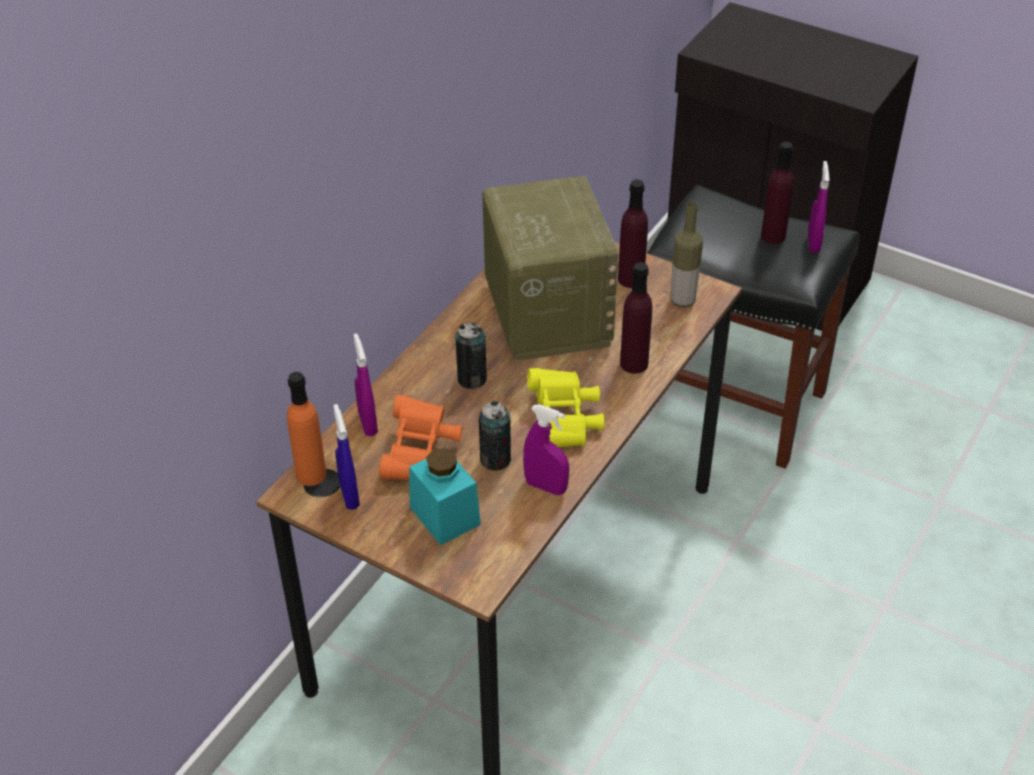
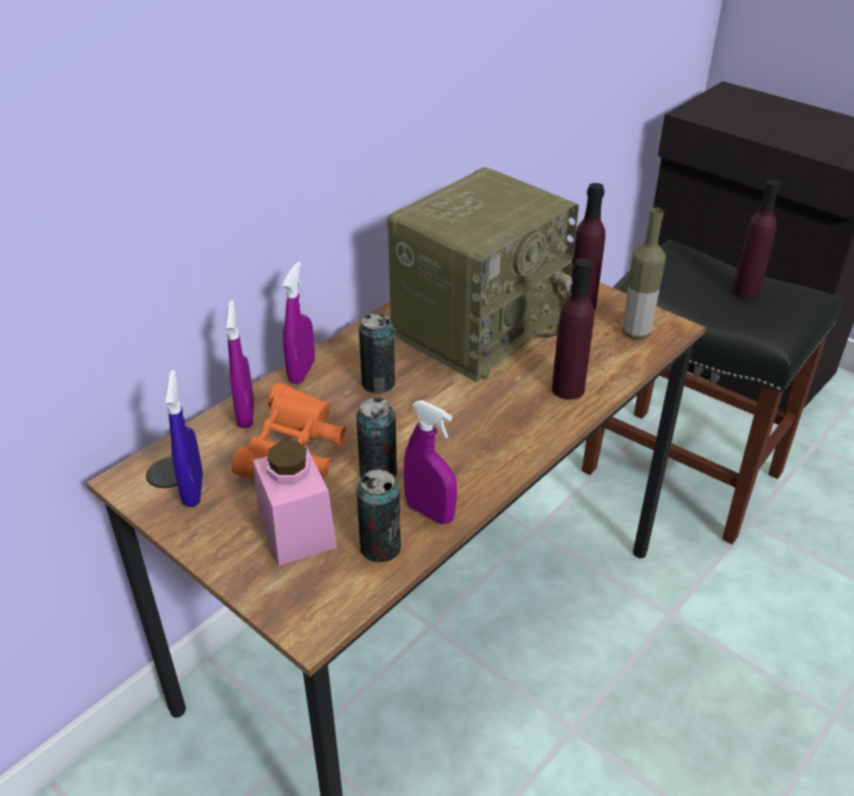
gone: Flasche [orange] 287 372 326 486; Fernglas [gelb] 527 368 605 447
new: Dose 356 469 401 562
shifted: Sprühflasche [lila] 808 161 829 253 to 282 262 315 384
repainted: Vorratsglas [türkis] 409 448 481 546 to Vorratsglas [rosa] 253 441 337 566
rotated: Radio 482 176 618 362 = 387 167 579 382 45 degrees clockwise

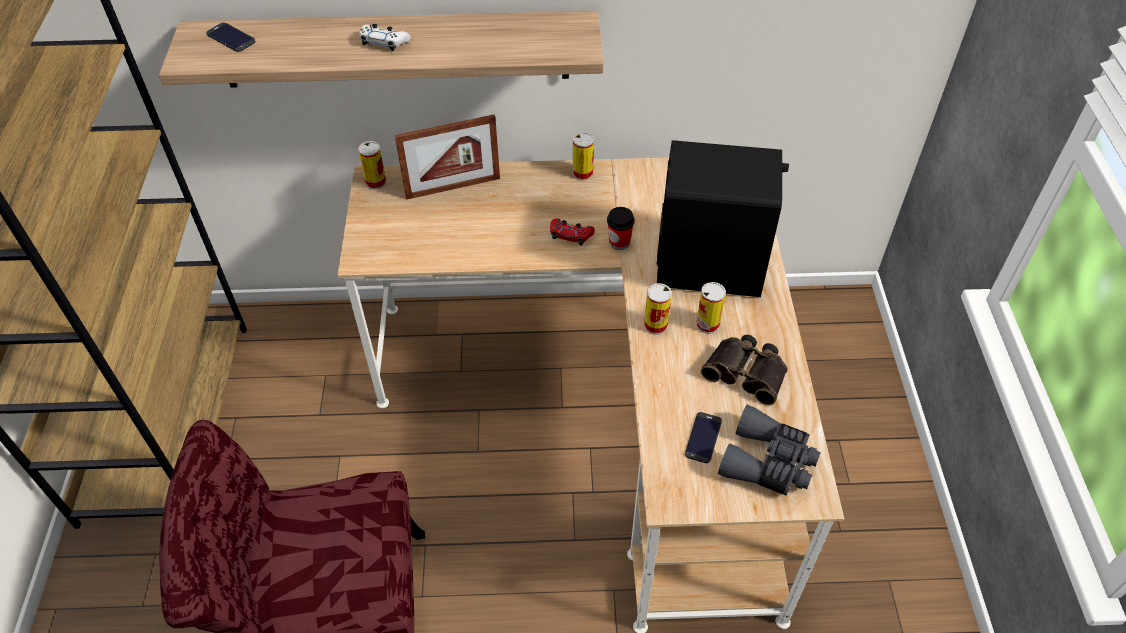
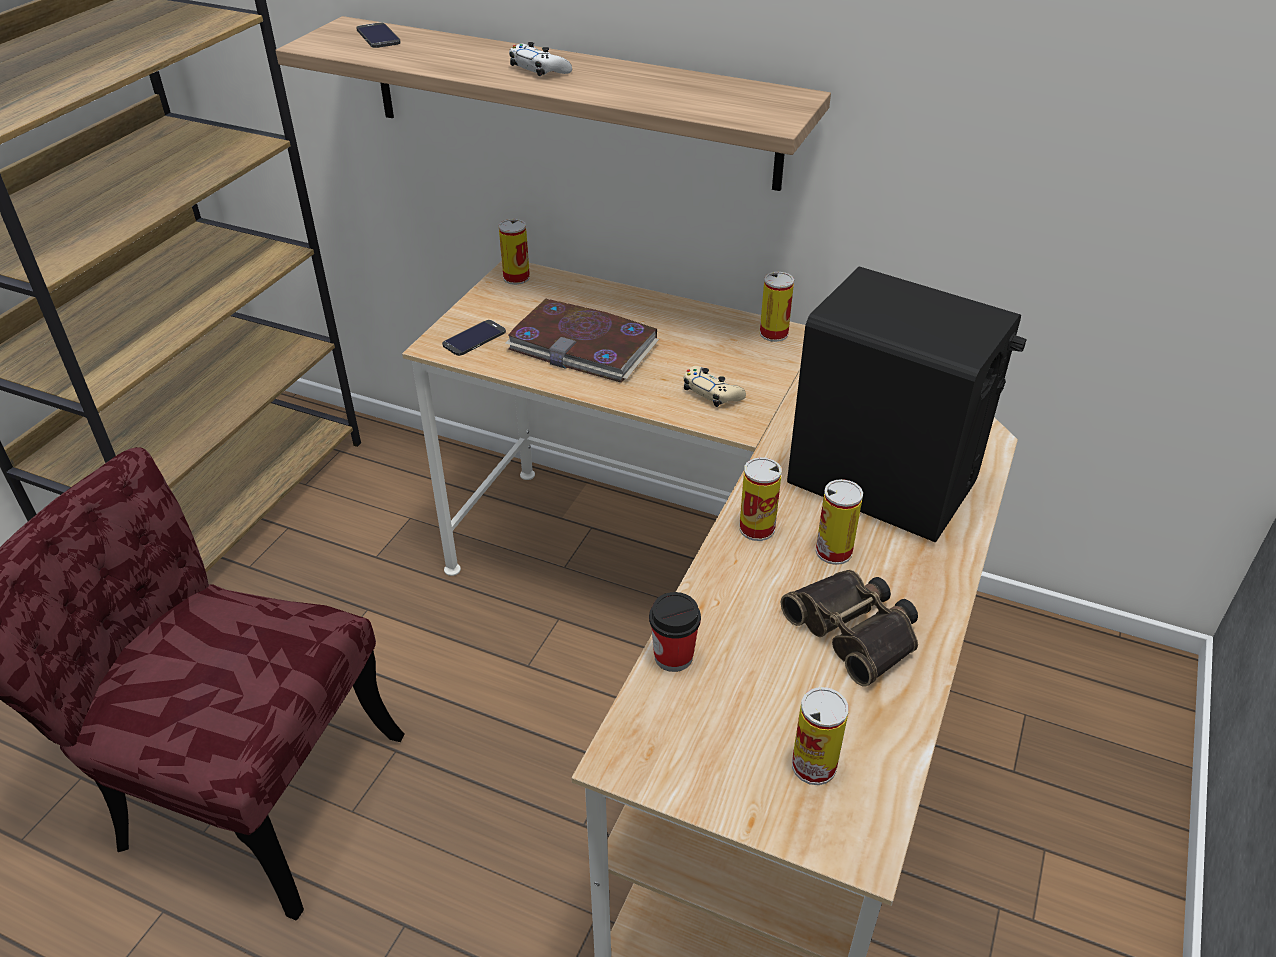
gone: Bilderrahmen 395 115 500 200
new: Buch 505 299 659 382
shifted: Handy 685 412 722 463 to 442 320 506 356; Tasse 607 207 635 250 to 649 592 701 672
swapped: Fernglas [grau] 718 405 821 495 to Dose 792 687 849 785
repainted: Gamepad [rot] 550 218 595 246 to Gamepad [beige] 683 366 746 407

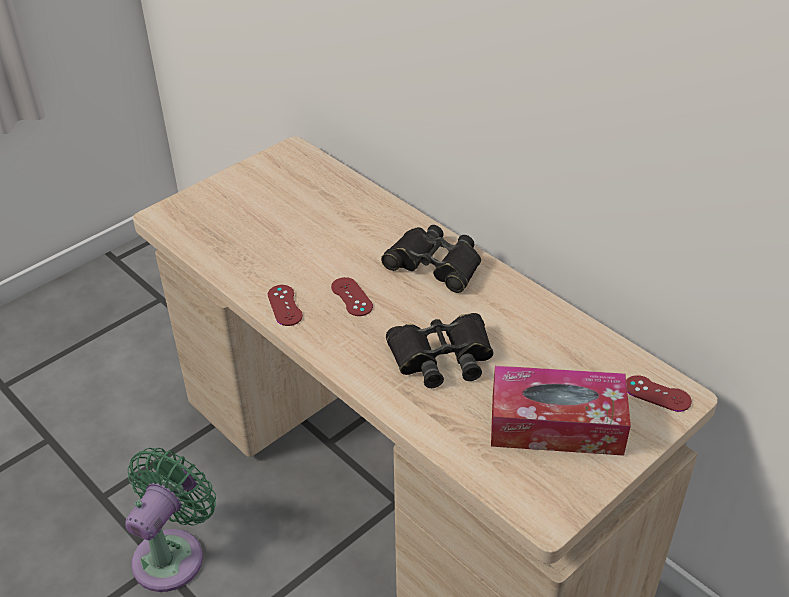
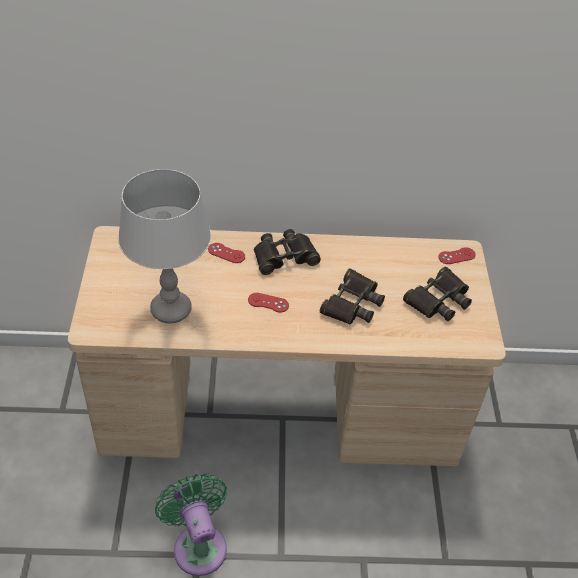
new: Tischlampe [grau] 118 169 211 324
shifted: Gamepad [rot] 268 285 303 326 to 208 243 245 263
swapped: Taschentuchbox 491 366 631 456 to Fernglas [schwarz] 403 267 472 321

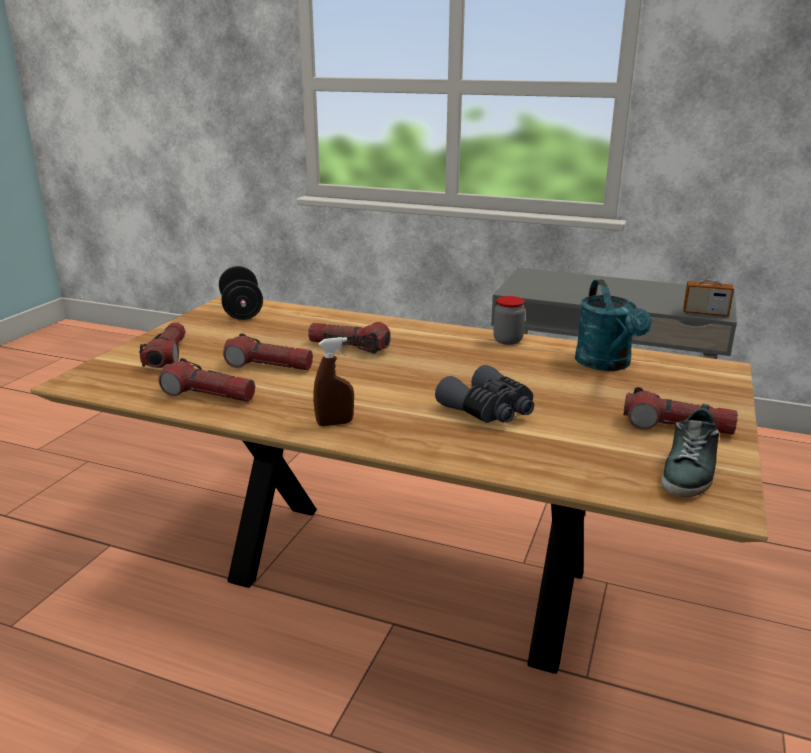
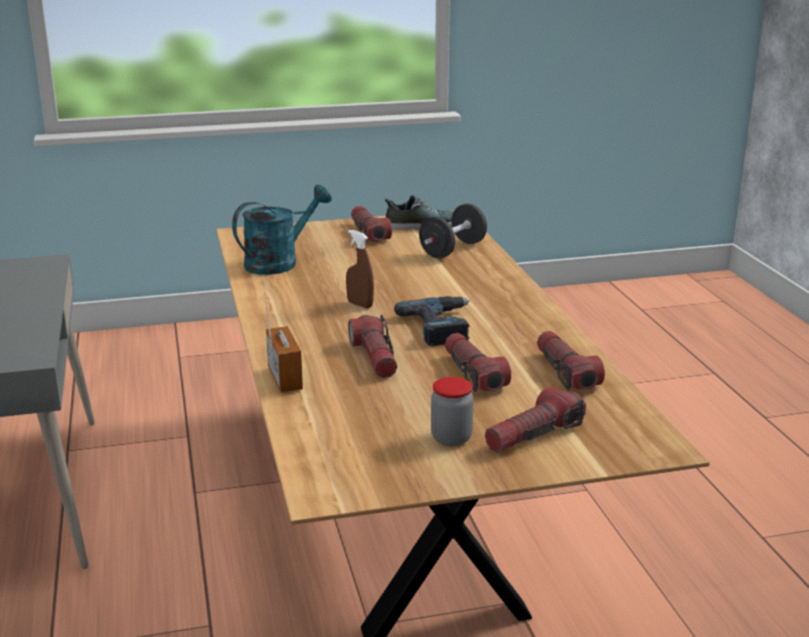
gone: Fernglas [grau] 435 365 534 423
new: Bohrmaschine 394 296 470 346
shifted: Radio 683 251 734 317 to 264 293 303 392; Sprühflasche [braun] 313 337 354 426 to 346 230 374 308; Hantel [schwarz] 219 266 263 320 to 419 204 487 259; Vorratsglas 493 296 525 345 to 431 377 474 446

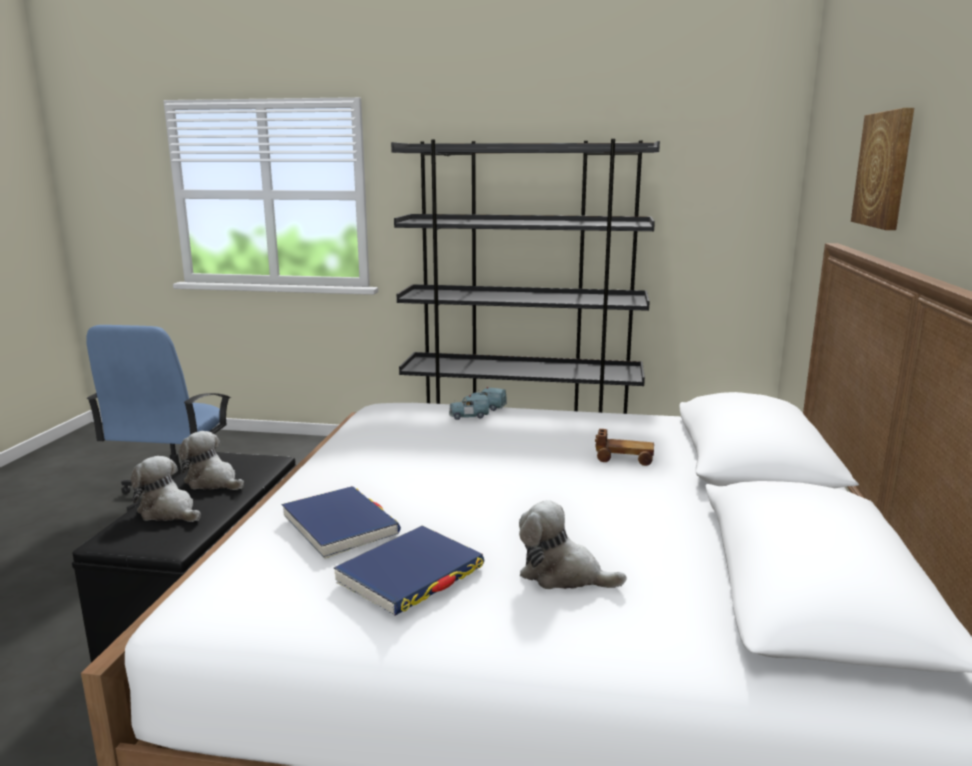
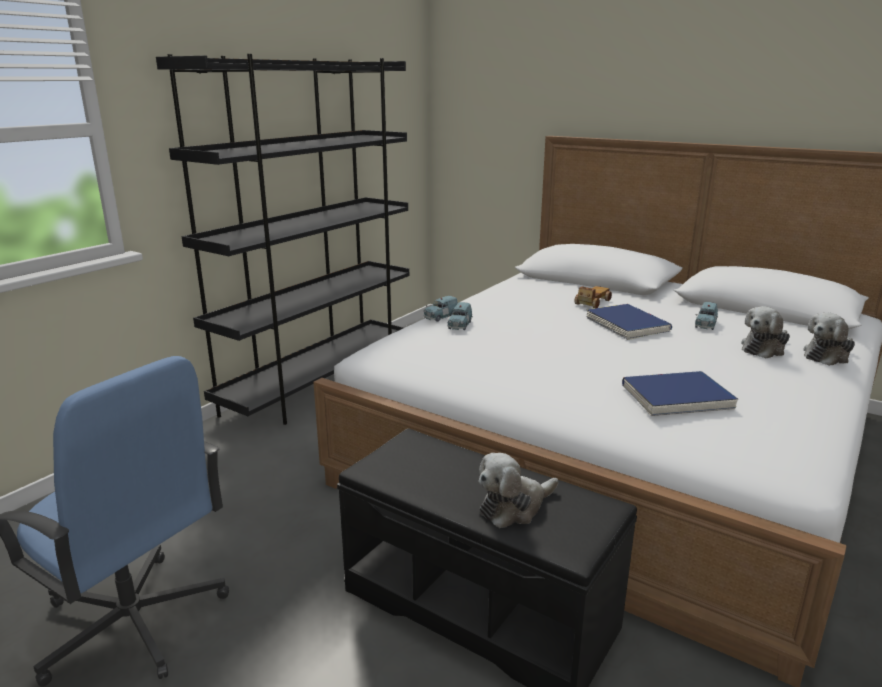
gone: Bild 851 108 914 230
new: Spielzeugauto [blau] 695 302 718 330
shifted: Buch [blau] 334 526 484 616 to 587 304 672 340; Plüschtier 179 431 244 490 to 803 313 855 366

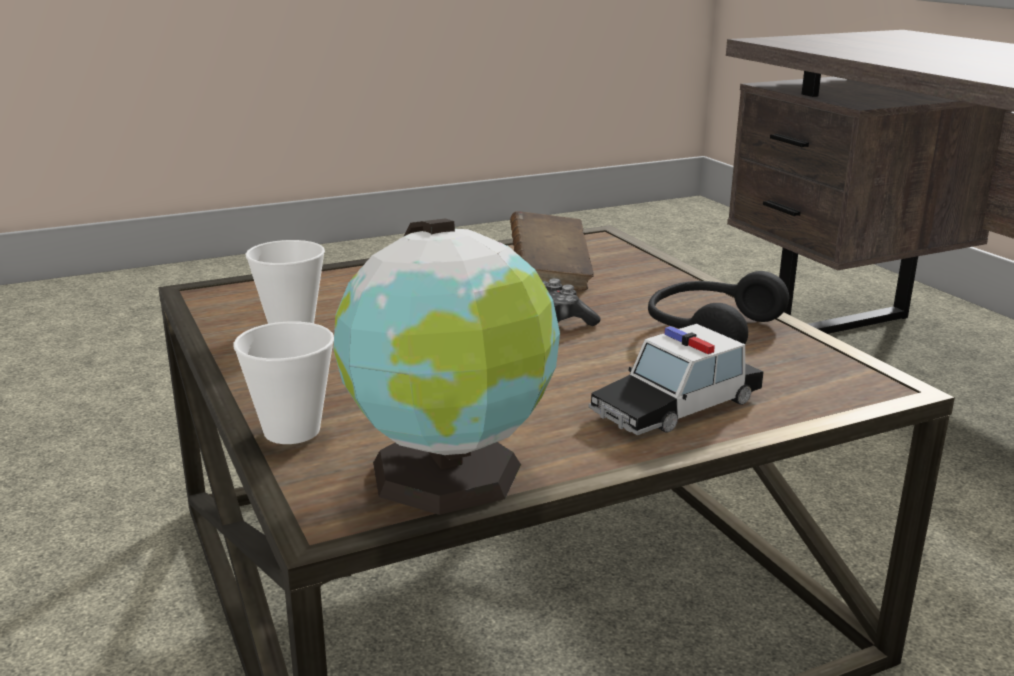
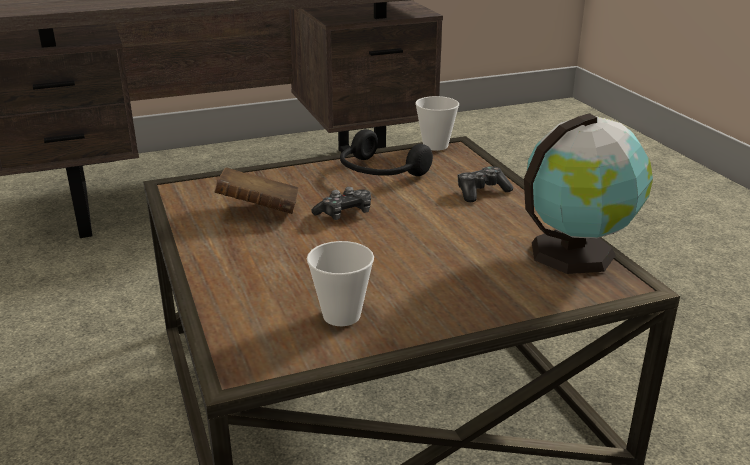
shifted: Tasse 233 322 334 444 to 415 96 459 151
swapped: Spielzeugauto 588 324 764 435 to Gamepad 457 166 513 203

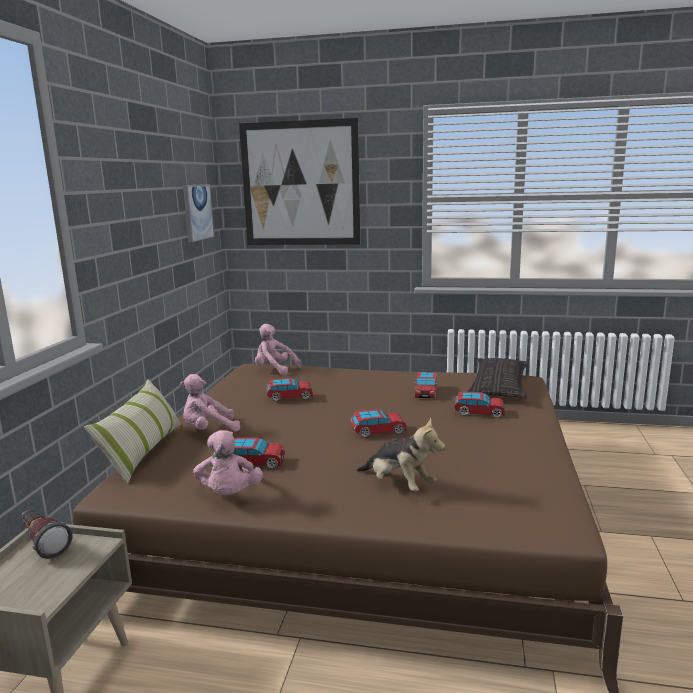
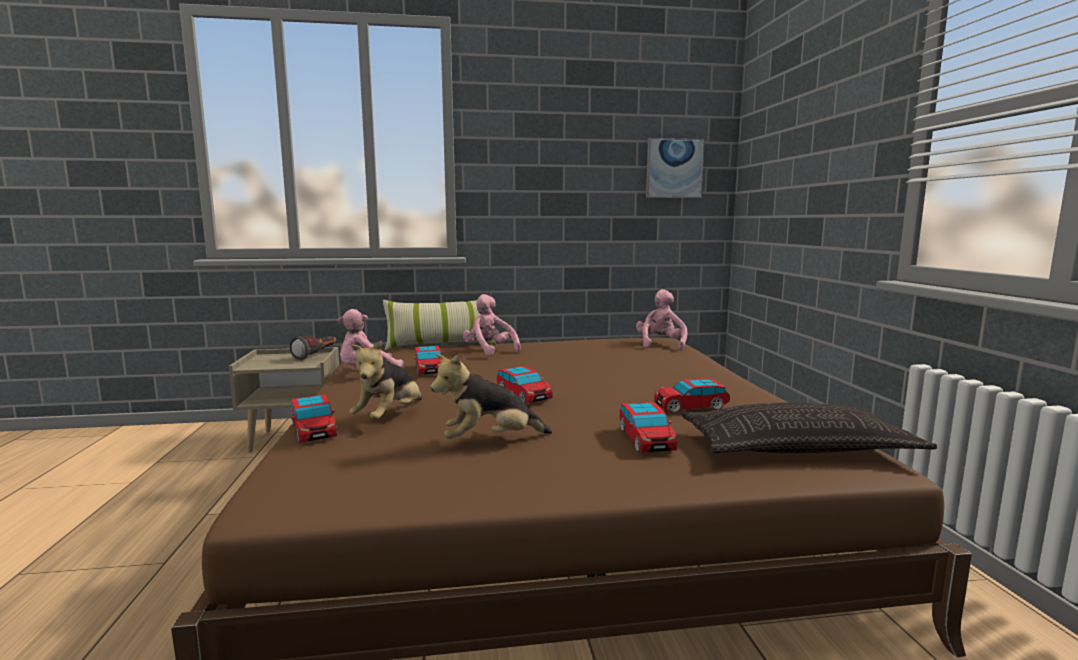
gone: Bild 239 118 360 245
new: Plüschtier 430 354 552 439
shifted: Spielzeugauto 267 378 313 401 to 291 394 337 443

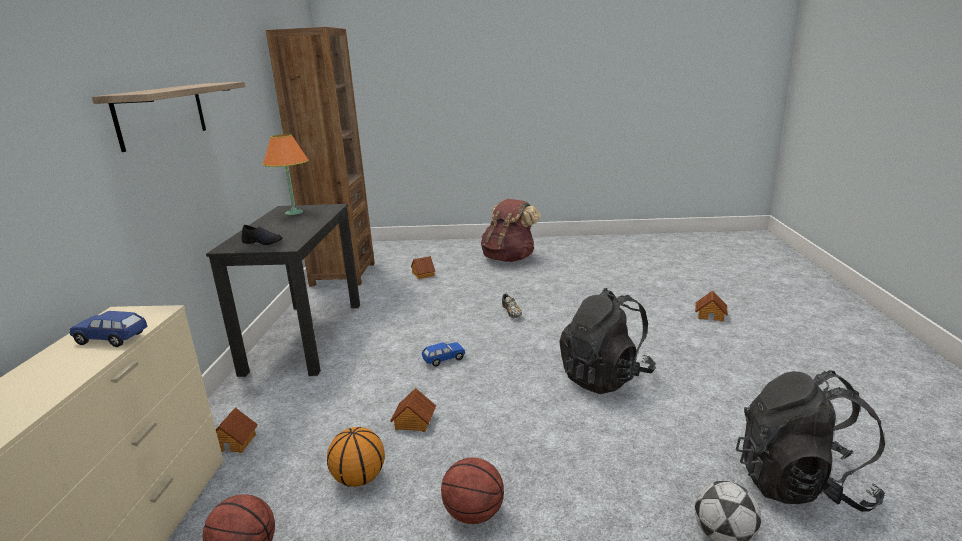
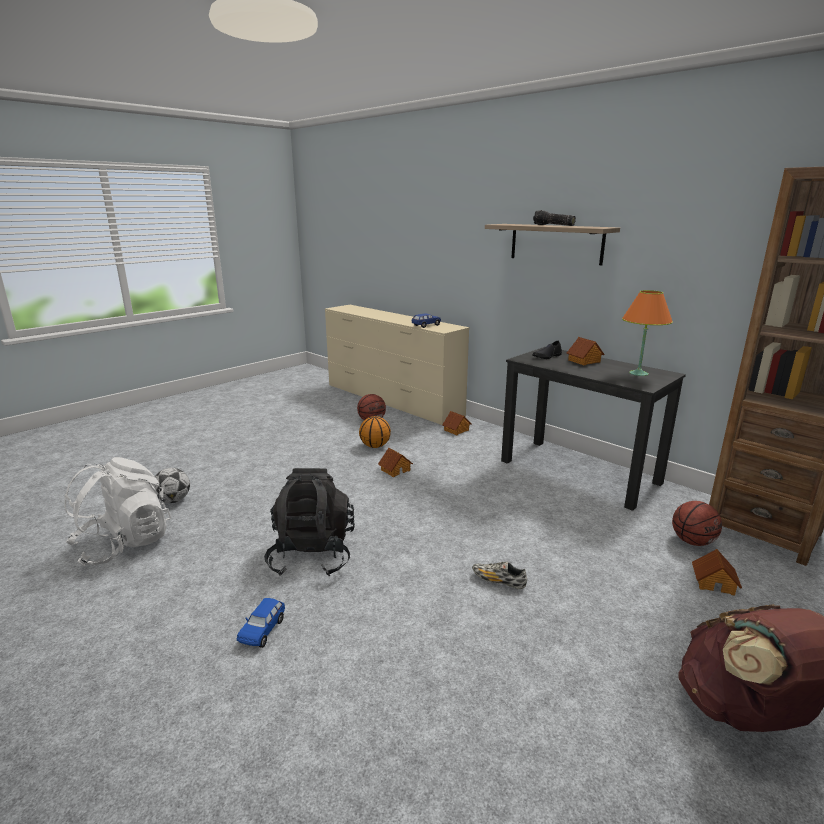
new: Taschenlampe 533 210 576 226
shifted: Spielzeugauto [blau] 422 342 465 367 to 237 598 285 648; Spielzeughaus 695 290 728 322 to 567 337 605 365; Basketball 441 457 504 524 to 672 501 722 546
repainted: Rucksack [schwarz] 736 370 885 512 to Rucksack [weiß] 64 457 171 566

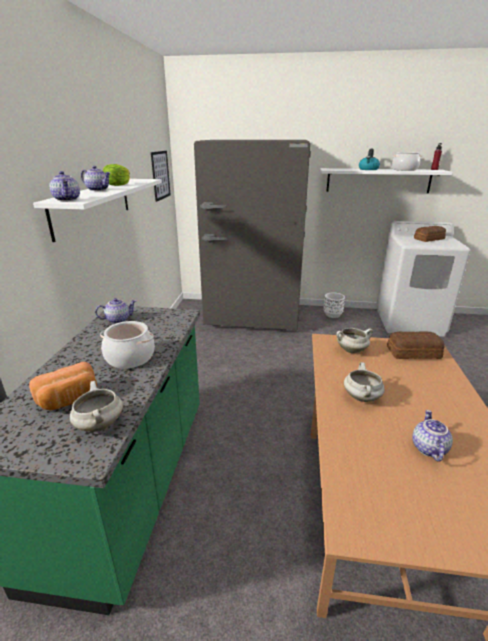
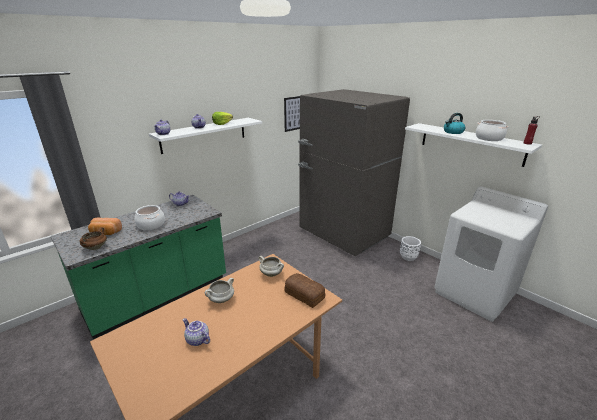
gone: Brot 414 226 446 242
repainted: Kochtopf [weiß] 70 381 123 432 to Kochtopf [braun] 80 227 107 250
rotated: Teekanne 412 410 453 462 = 183 318 210 346 105 degrees counterclockwise

